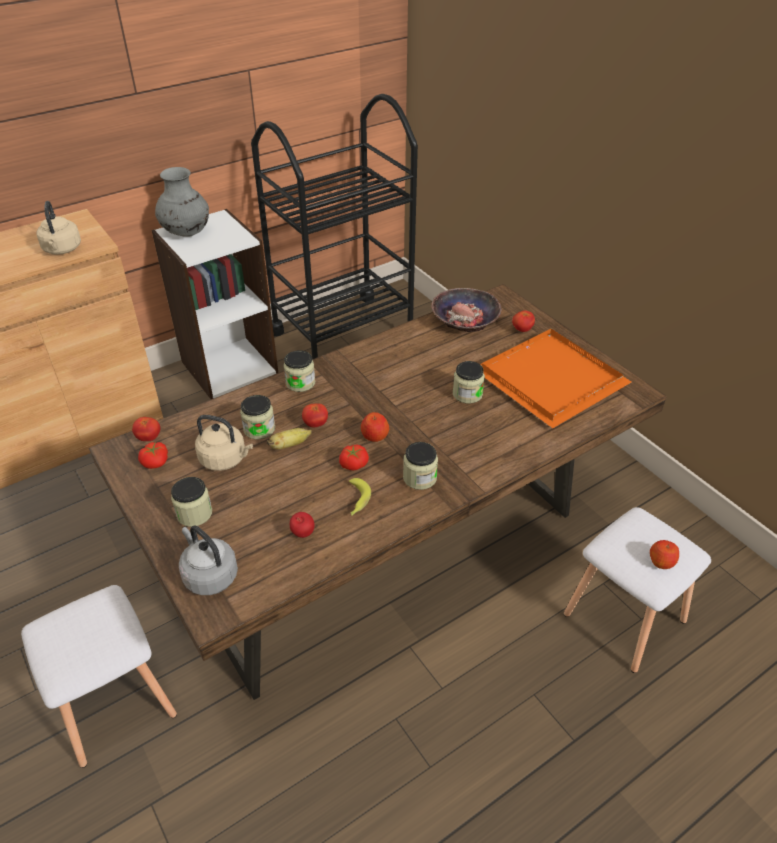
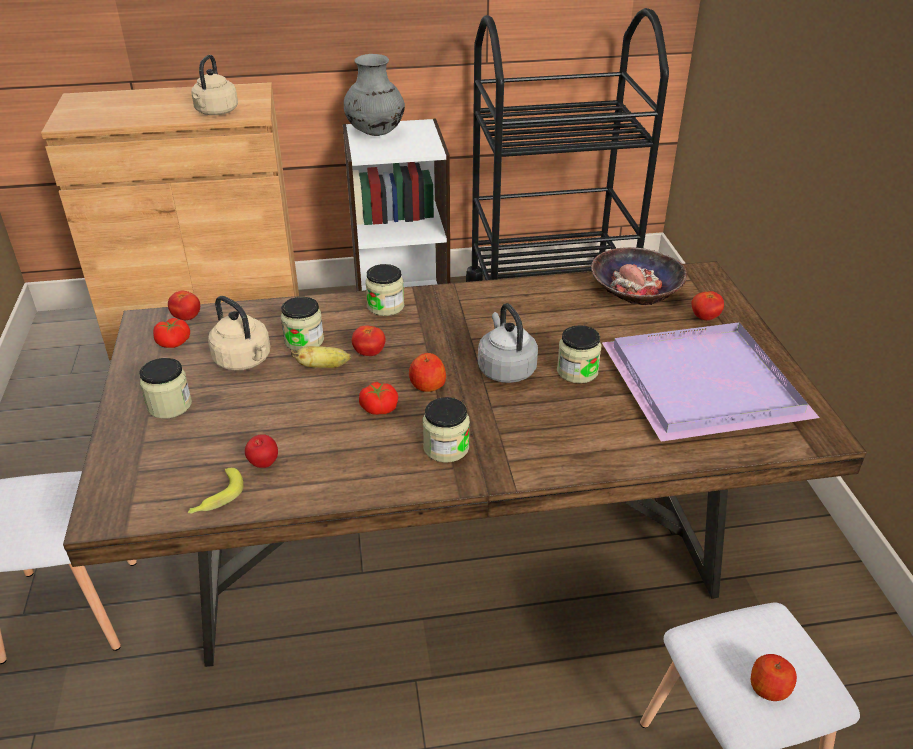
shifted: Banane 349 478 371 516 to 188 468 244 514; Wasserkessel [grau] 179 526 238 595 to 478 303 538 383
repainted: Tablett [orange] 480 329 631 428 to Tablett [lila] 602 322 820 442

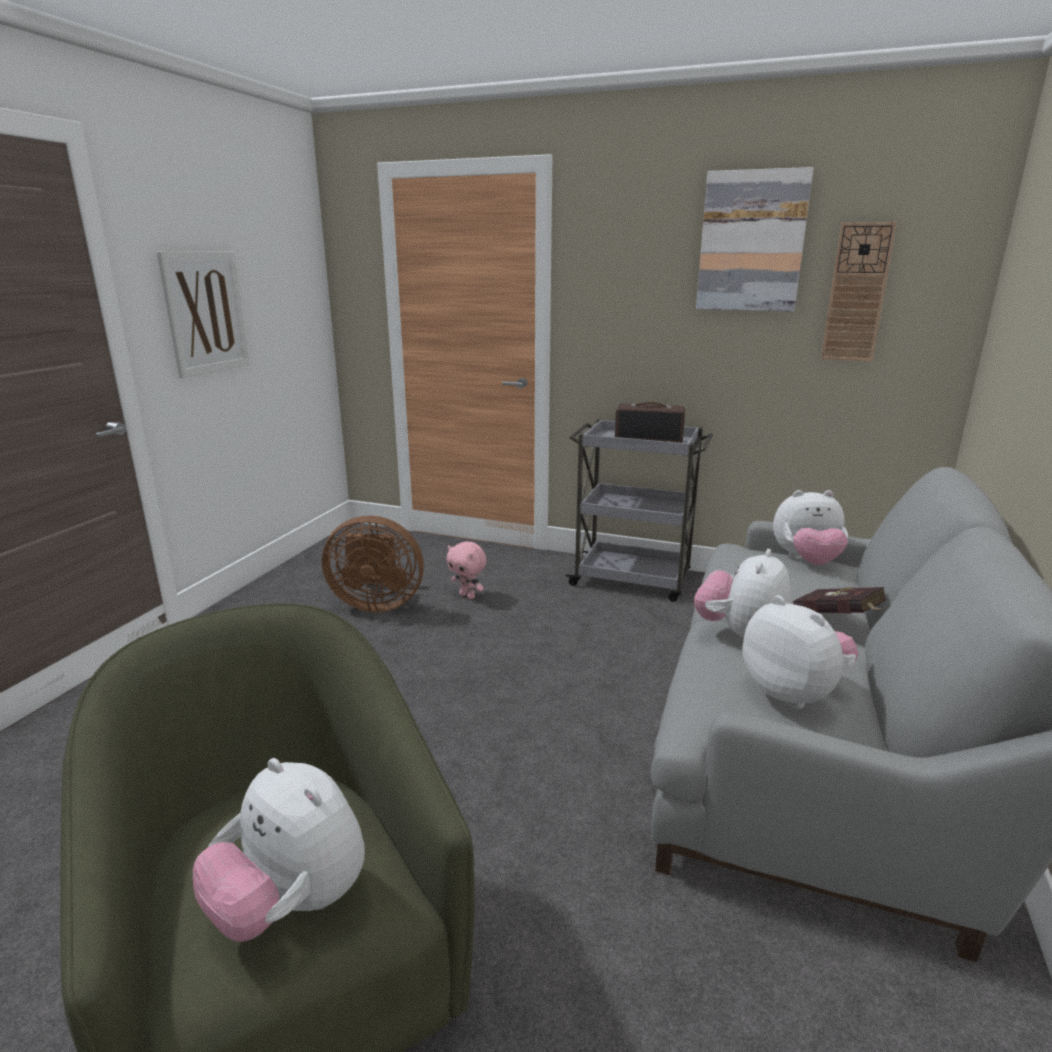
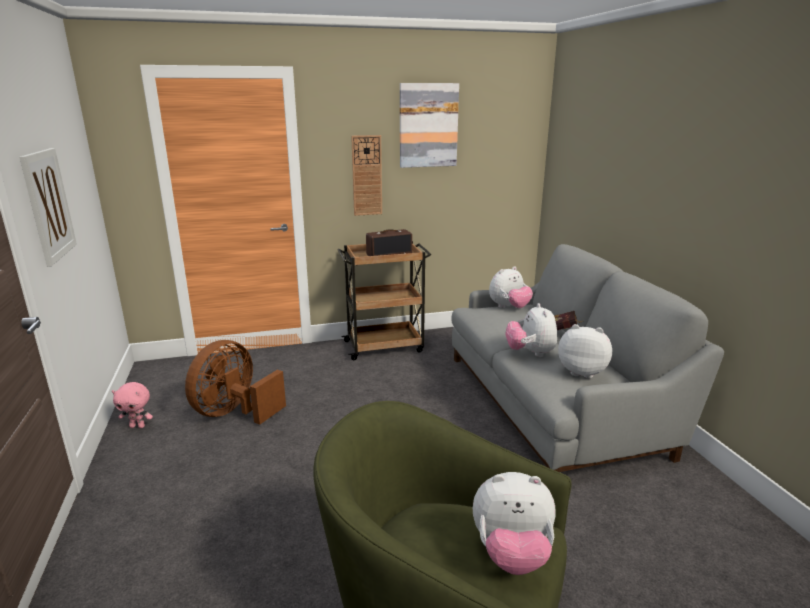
shifted: Plüschtier [rosa] 446 541 487 599 to 112 382 153 428; Wanduhr 821 222 897 362 to 351 135 382 216
repainted: Rollwagen [grau] 565 419 713 602 to Rollwagen [braun] 338 241 431 360
rotated: Ventilator [braun] 322 516 424 612 = 185 340 286 425 150 degrees clockwise

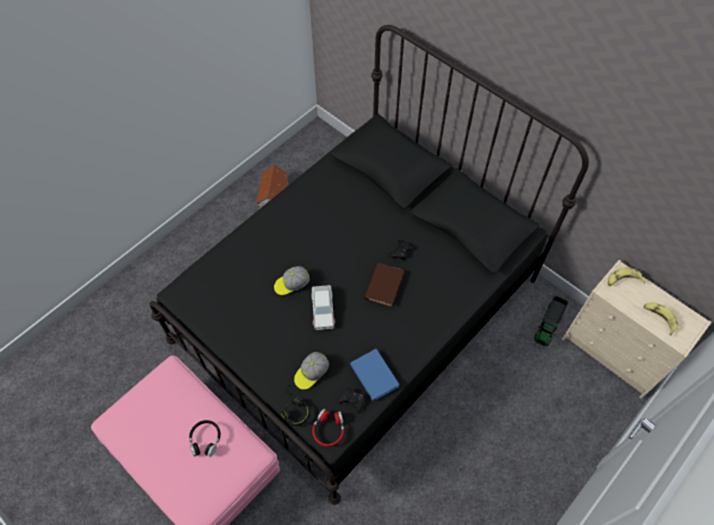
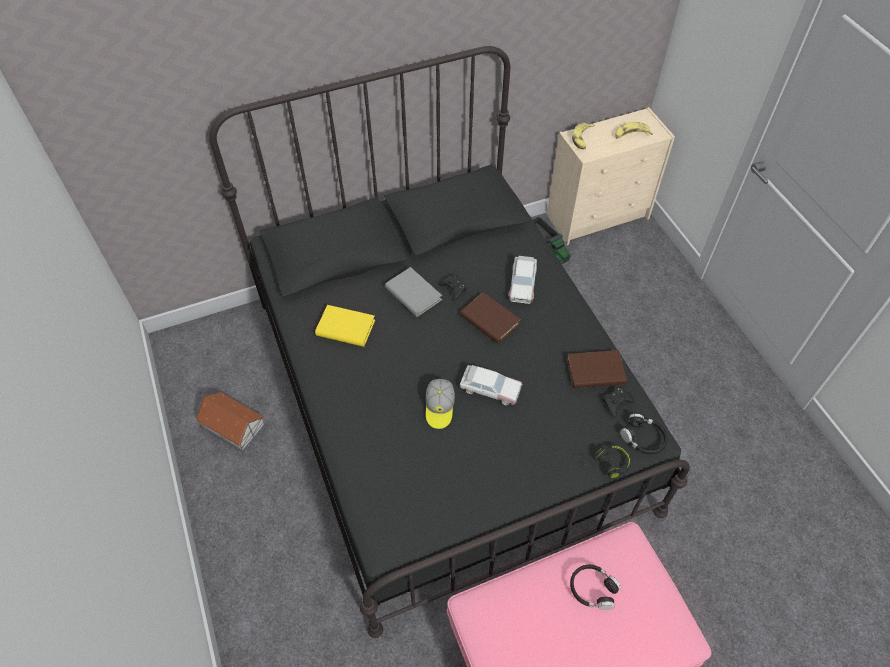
gone: Kappe 294 352 329 389
new: Buch [gelb] 315 305 375 347; Buch [grau] 385 267 442 317; Spielzeugauto 508 256 537 304
repainted: Buch [blau] 350 349 400 402 to Buch [braun] 566 350 627 388; Kopfhörer [rot] 312 409 344 447 to Kopfhörer [schwarz] 620 414 668 454

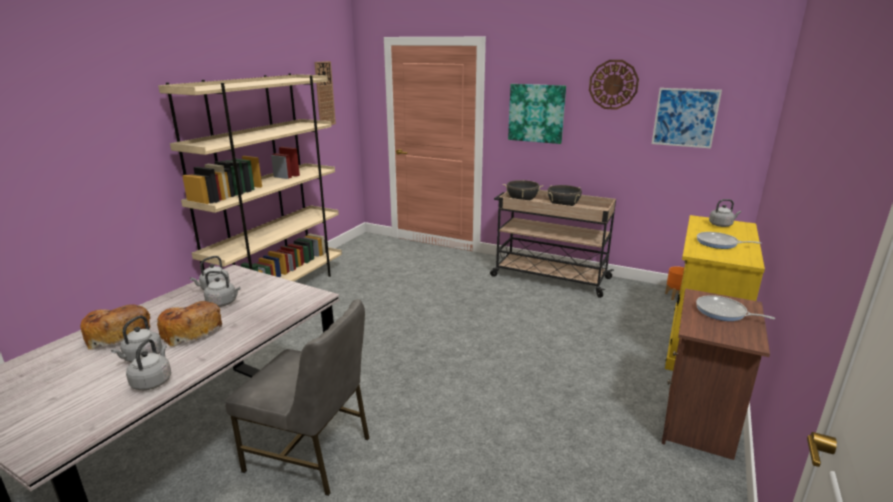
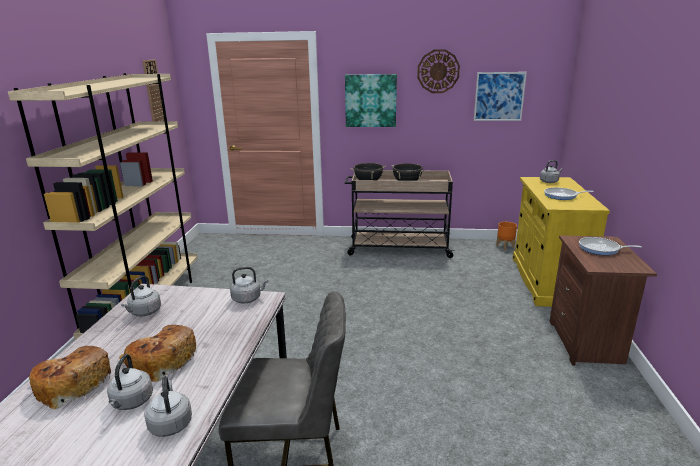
shifted: Wasserkessel [grau] 204 271 240 307 to 230 267 268 304

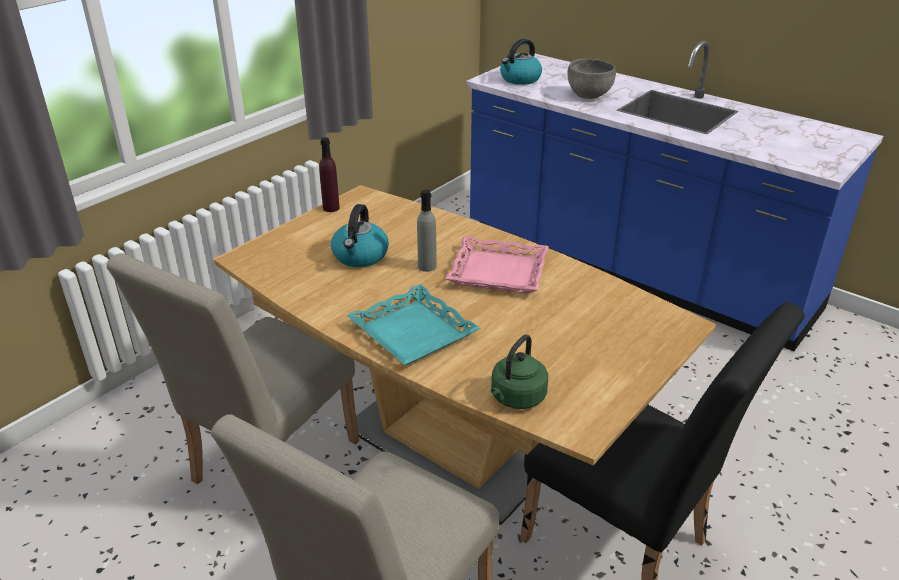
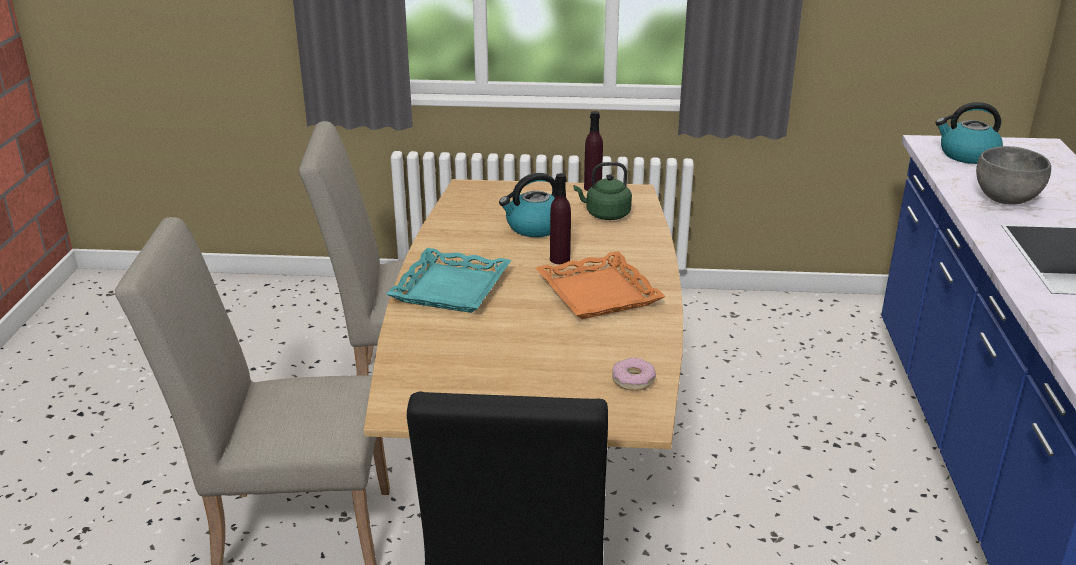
new: Donut 612 358 656 391
shifted: Wasserkessel [grün] 491 335 548 409 to 574 162 632 220
repainted: Tablett [rosa] 445 236 549 294 to Tablett [orange] 536 251 666 319; Flasche [grau] 417 190 437 272 to Flasche [lila] 550 173 571 264

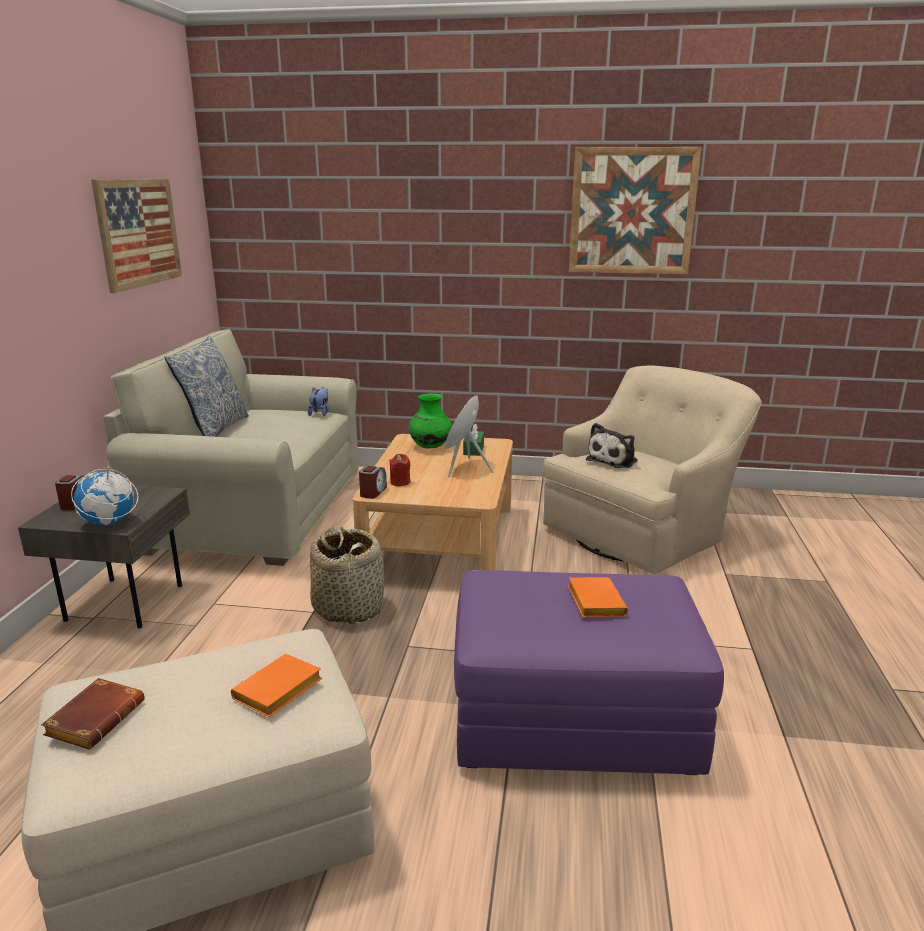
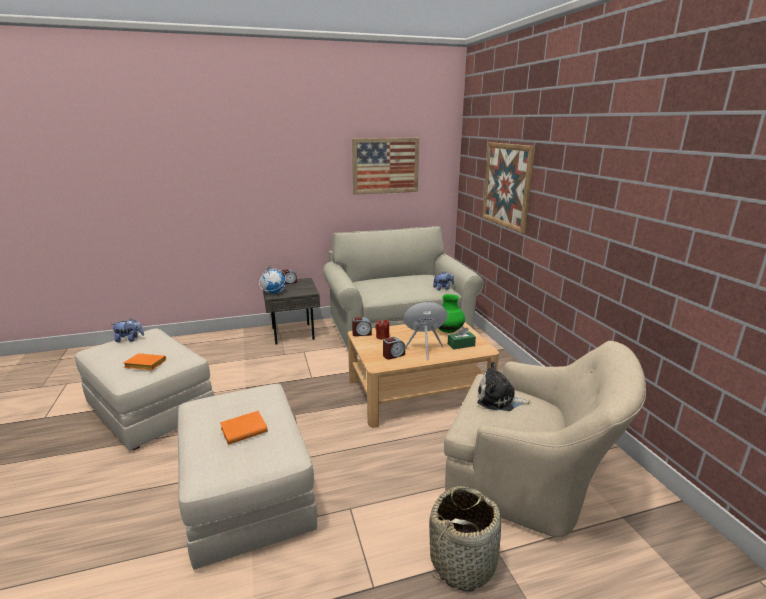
gone: Kissen 164 336 249 437
new: Wecker 383 337 405 360
shifted: Korb 310 526 384 624 to 429 486 501 592; Bild 569 147 702 274 to 482 142 535 233
swapped: Buch [braun] 41 678 145 750 to Plüschtier 111 318 144 342
repainted: Polsterhocker [lila] 454 570 724 775 to Polsterhocker [beige] 178 384 317 570

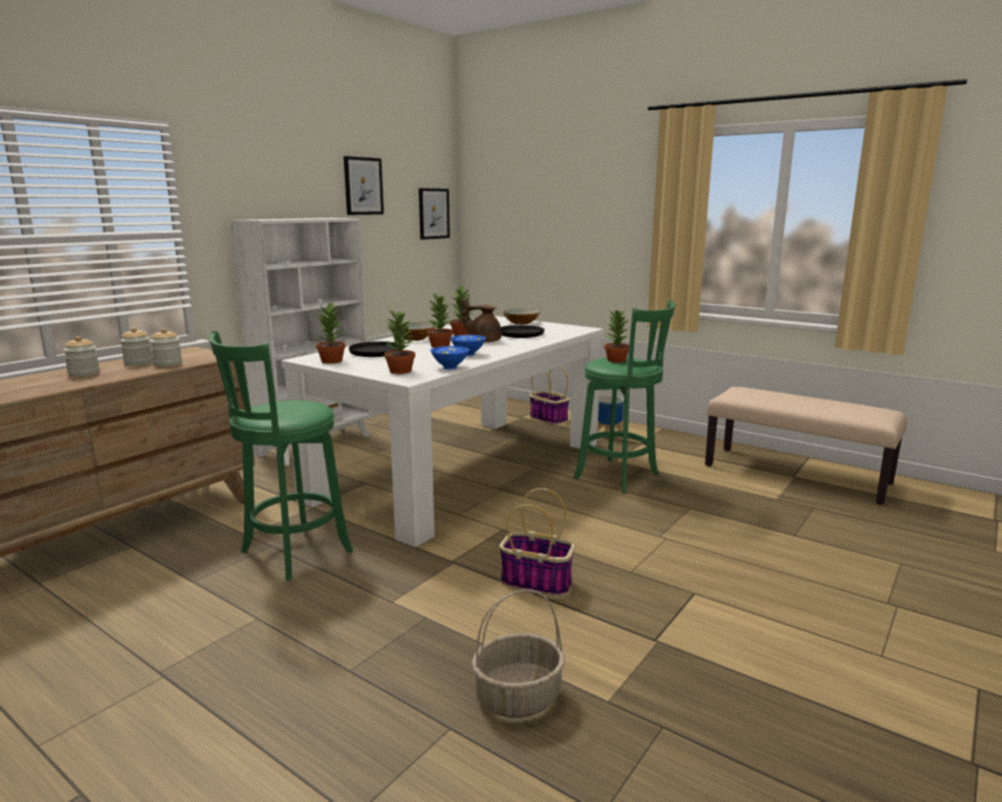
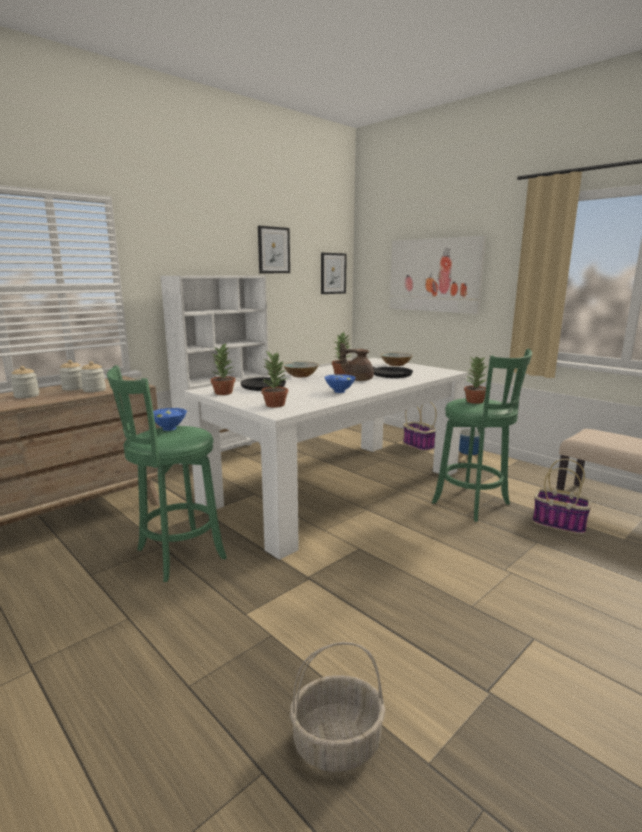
gone: Topfpflanze 427 293 453 348
new: Bild 390 236 486 314
shifted: Schüssel [blau] 430 346 469 369 to 153 408 187 431; Korb 499 488 575 597 to 532 459 591 535

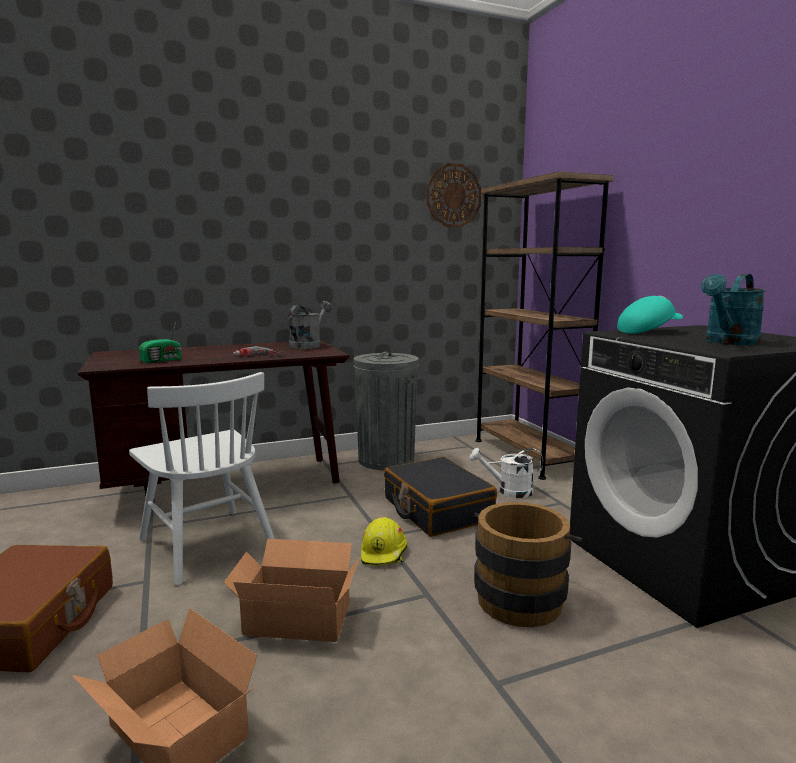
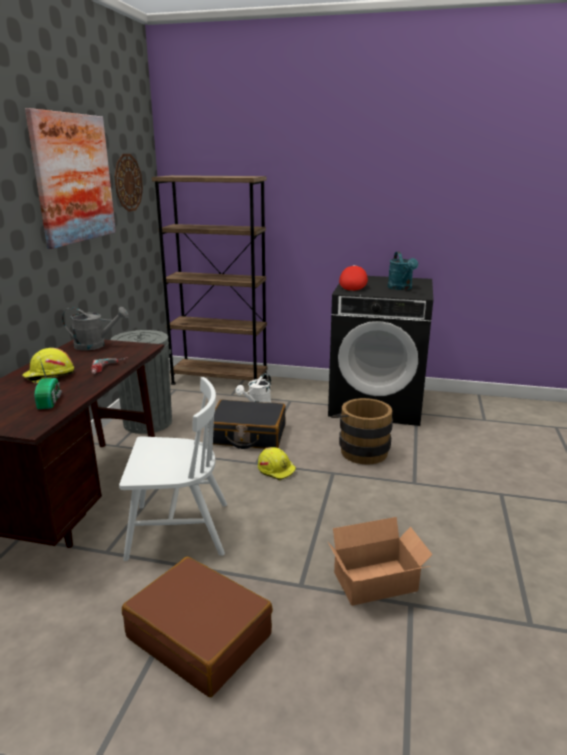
gone: Karton 224 539 360 642
new: Schutzhelm [gelb] 22 348 74 383; Bild 25 108 116 249
repainted: Kappe [türkis] 617 296 683 334 to Kappe [rot] 339 265 368 291
rotated: Gießkanne [grau] 289 301 332 349 = 62 307 129 350 120 degrees clockwise

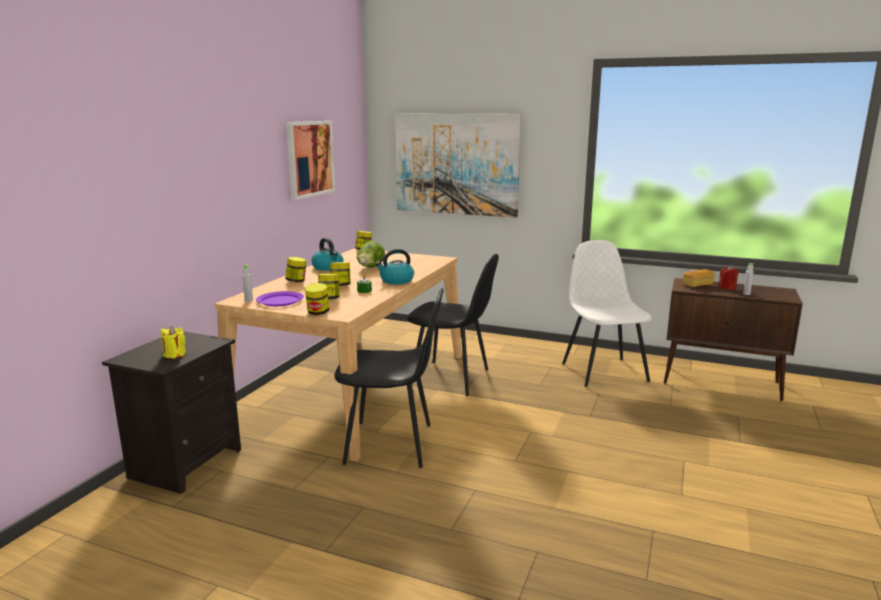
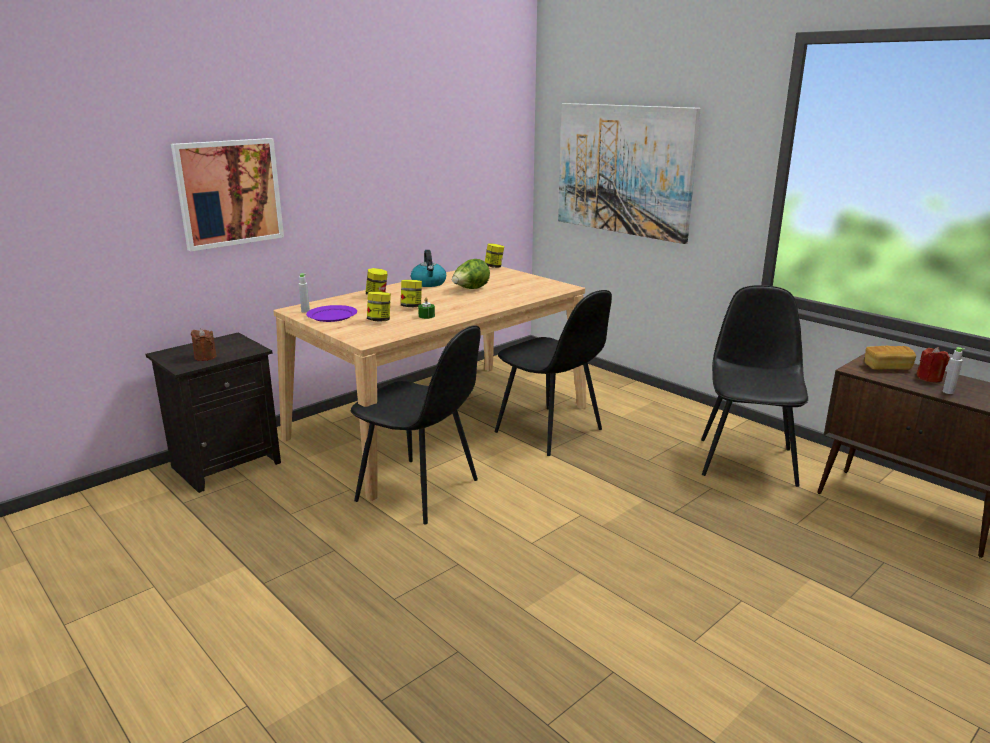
gone: Vorratsglas 305 283 329 315; Wasserkessel 375 249 414 284
shifted: Bild 286 121 335 200 to 171 138 284 252
repainted: Kerze [gelb] 161 326 186 359 to Kerze [braun] 191 328 217 361; Stuhl [weiß] 562 240 652 387 to Stuhl [schwarz] 701 285 808 487

